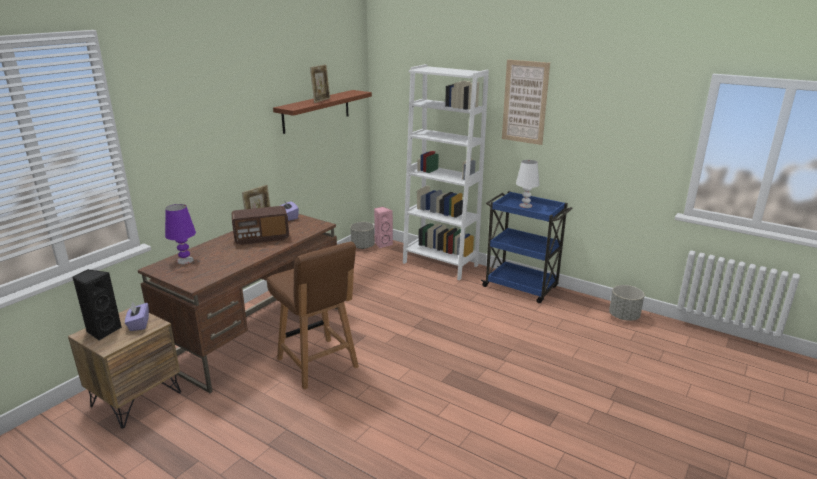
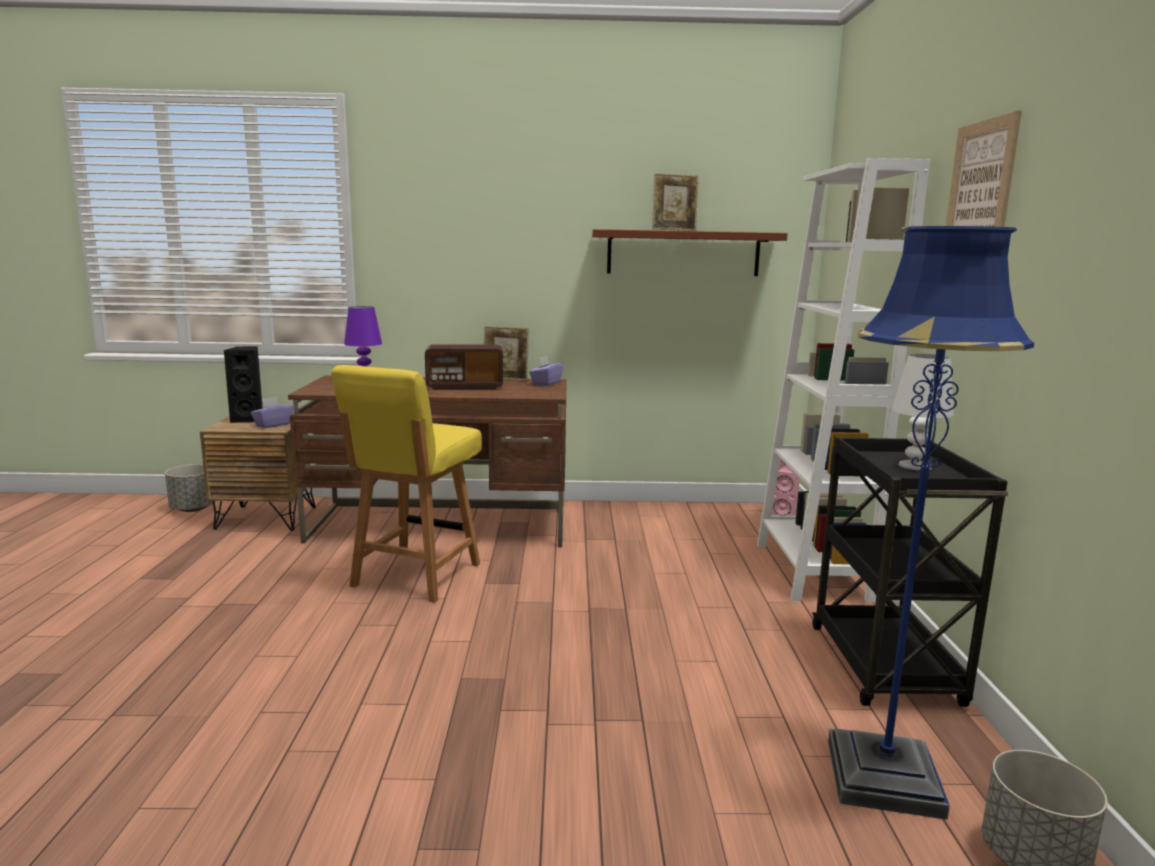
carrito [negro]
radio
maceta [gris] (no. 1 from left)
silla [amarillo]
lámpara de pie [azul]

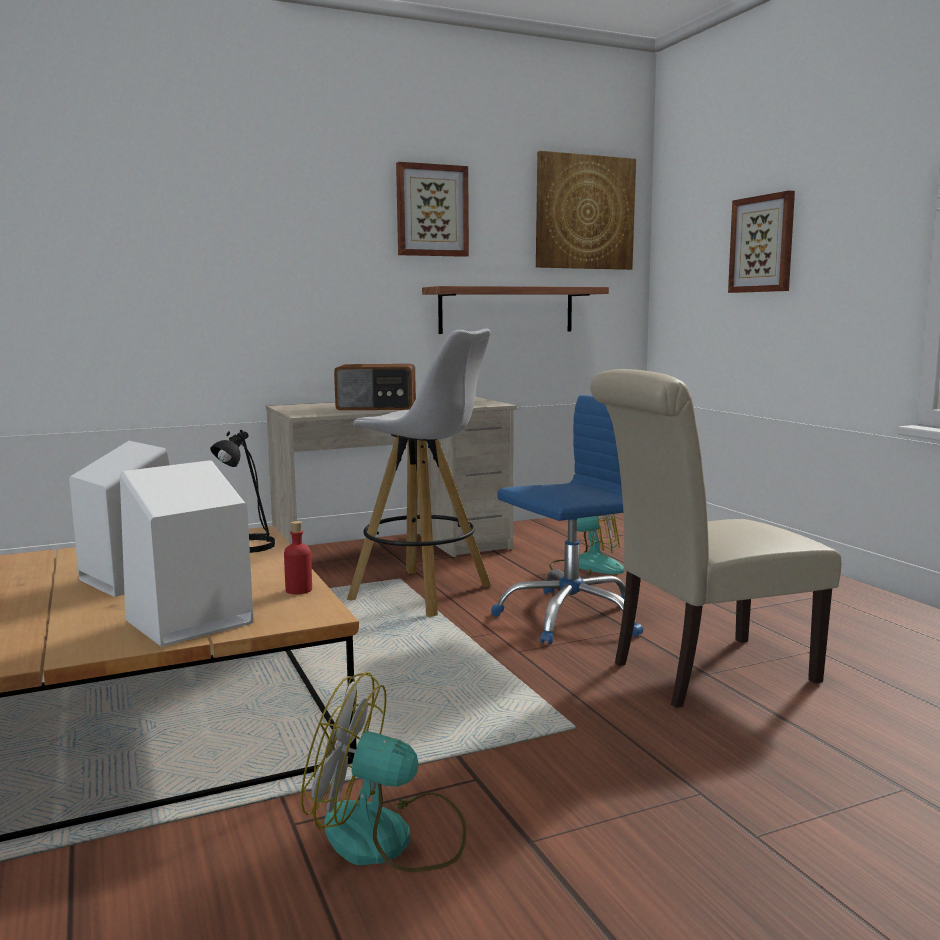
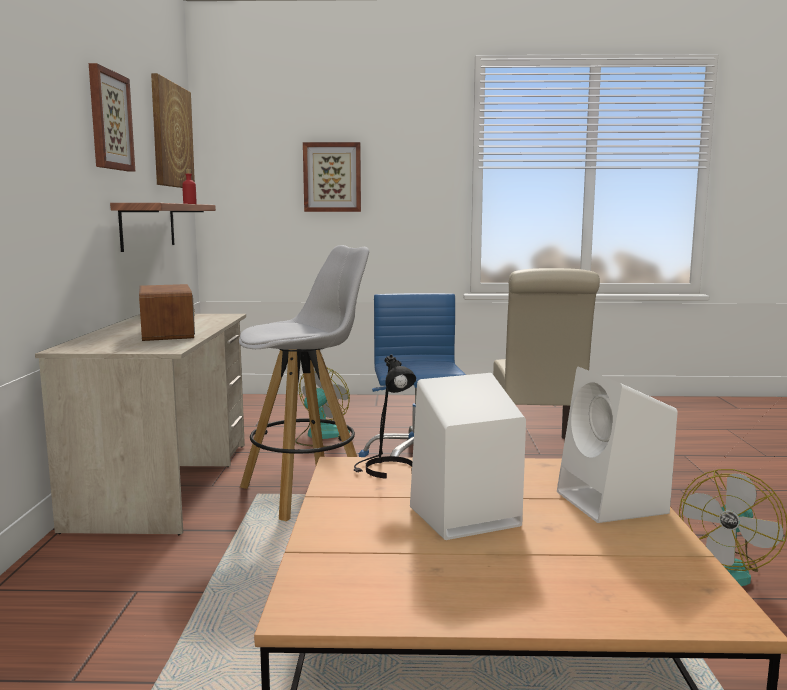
radio
botella [rojo]

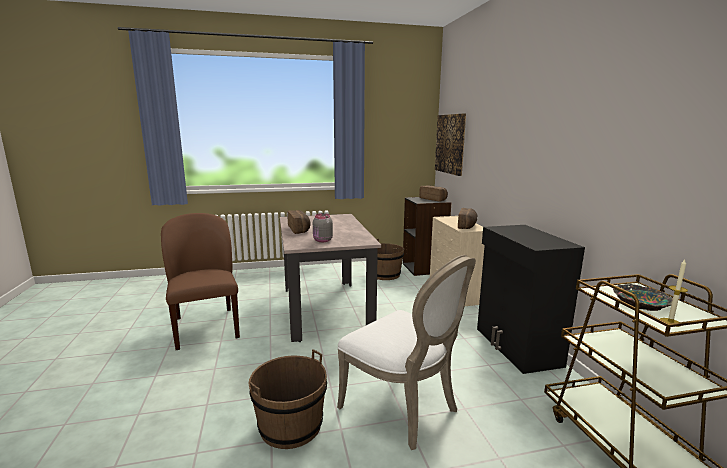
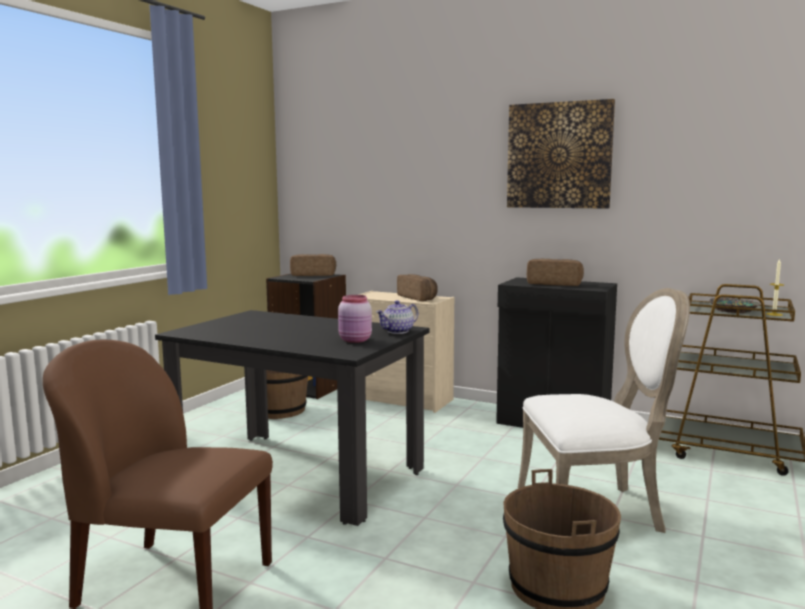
cuadro
pan (no. 3 from left)
tarro [rosa]
mesa de comedor [negro]
tetera

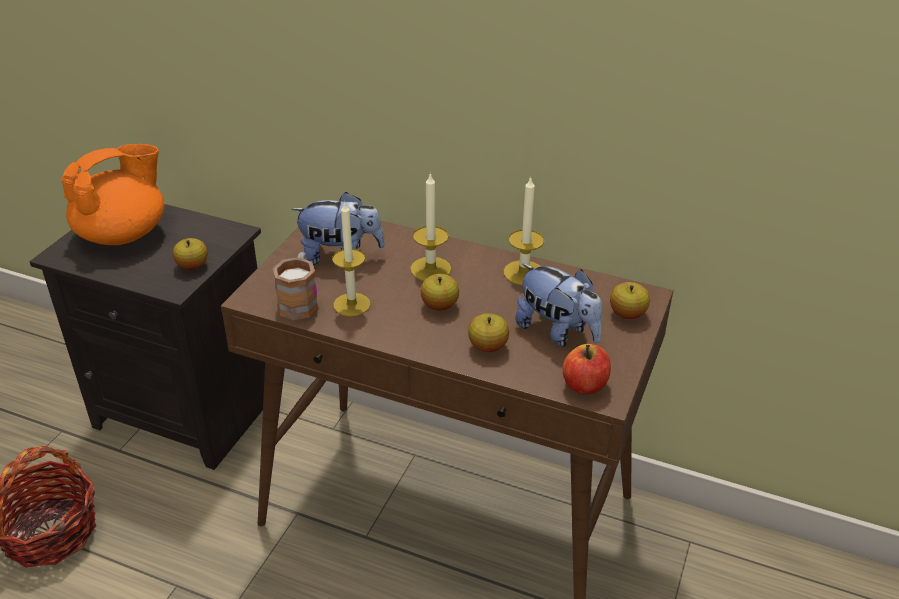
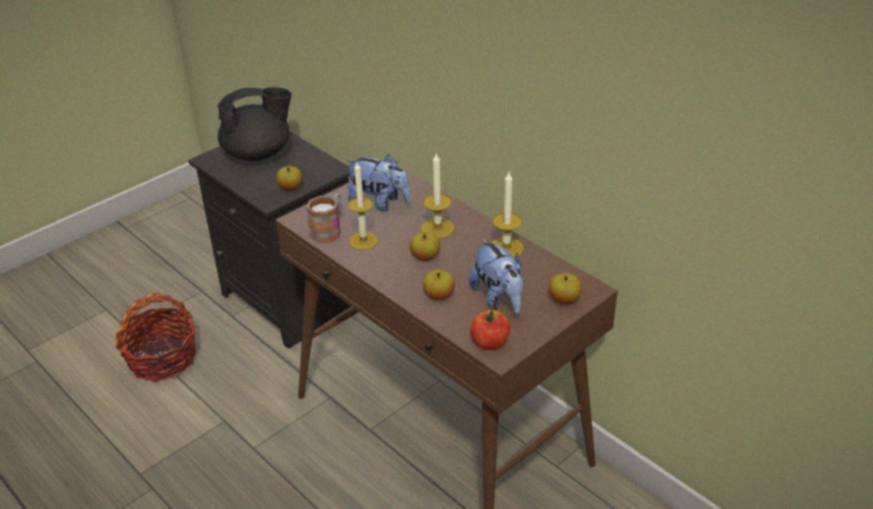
tetera [negro]

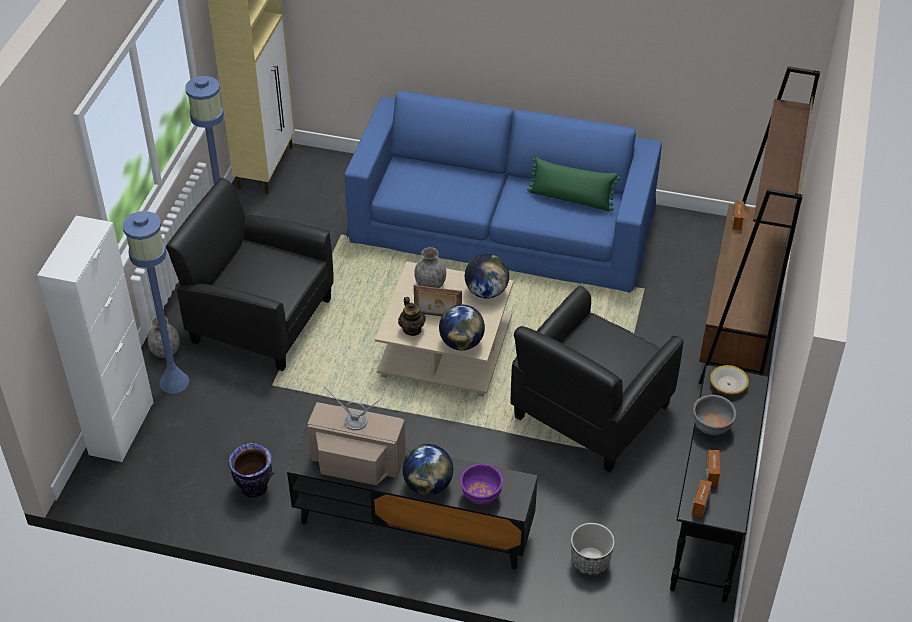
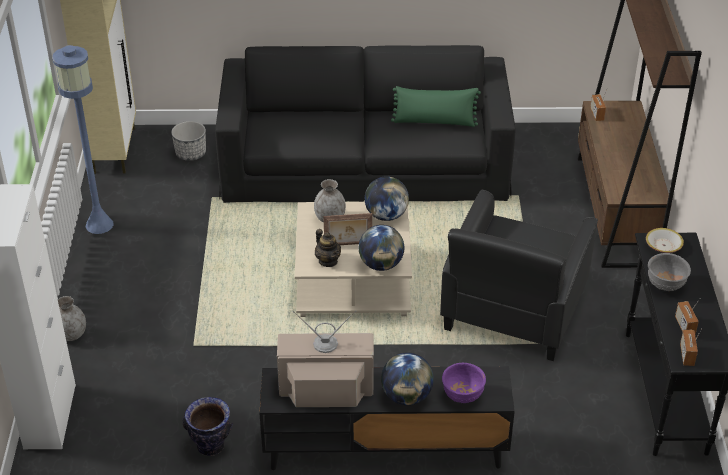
sofá [negro]
sillón [negro] (no. 1 from left in the first image)
lámpara de pie [azul] (no. 1 from left in the first image)
maceta

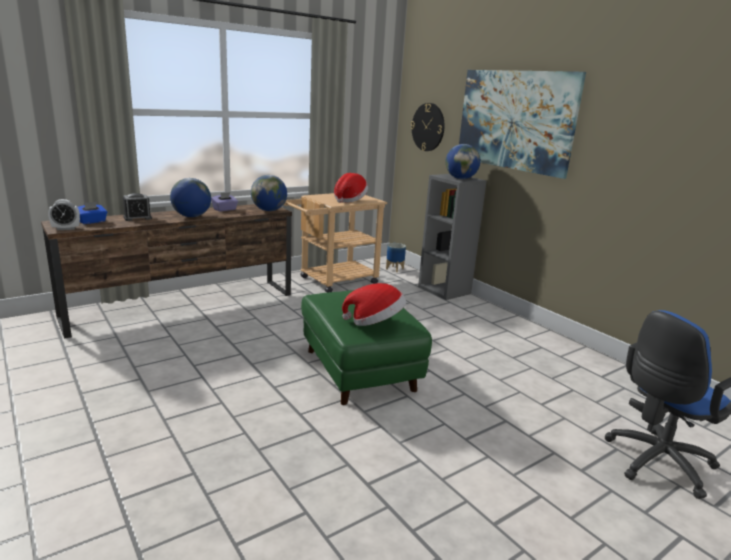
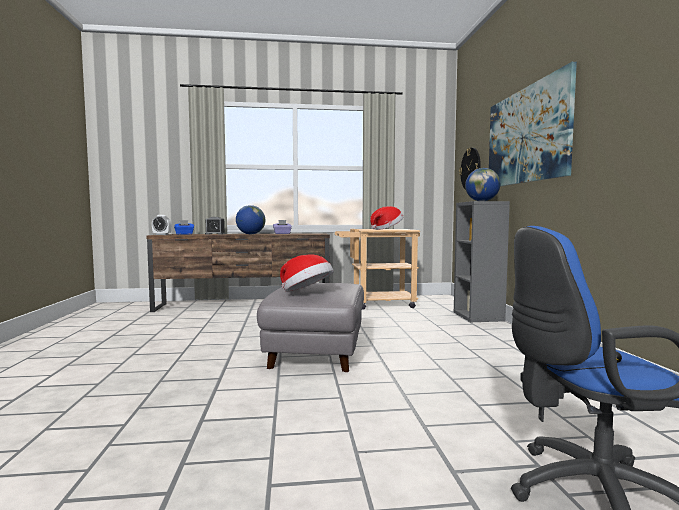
globo terráqueo (no. 2 from left in the first image)
maceta
puf [gris]

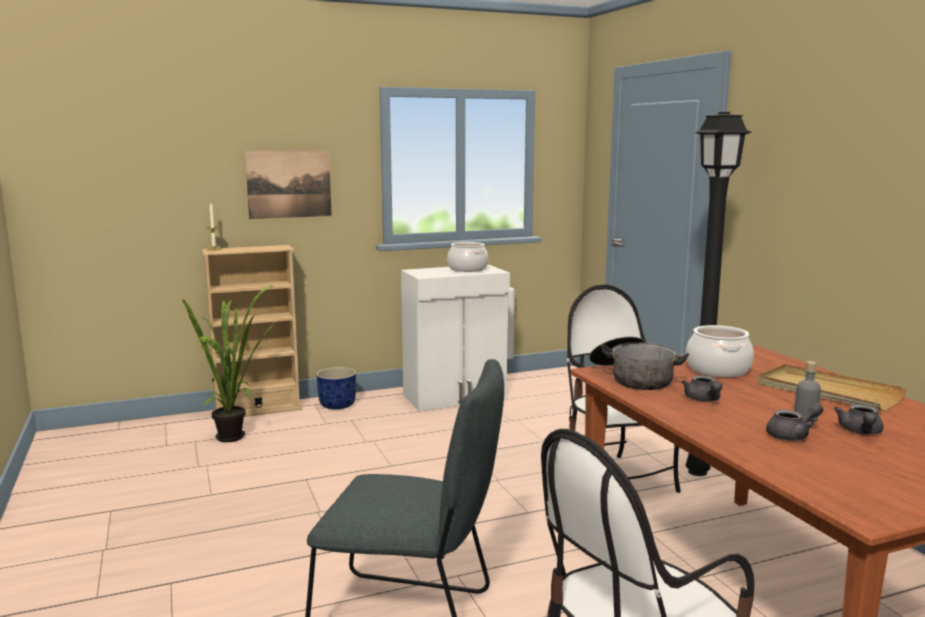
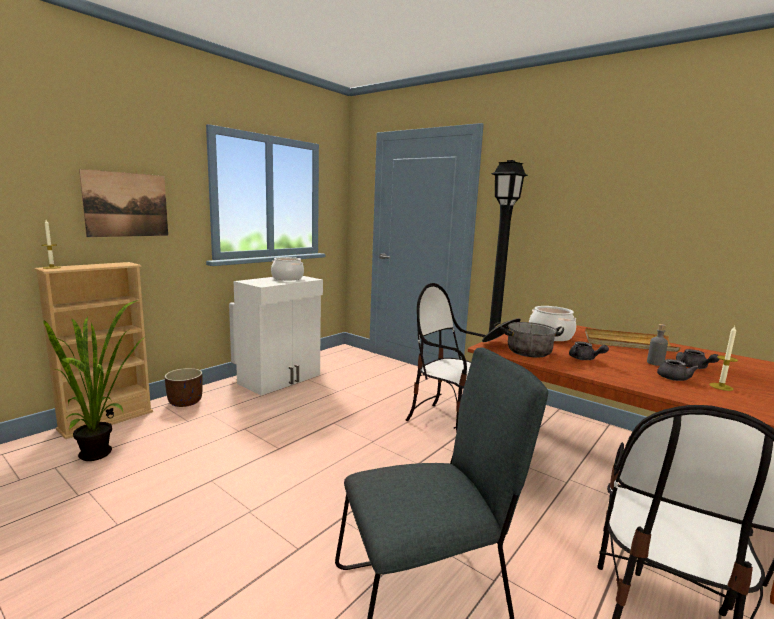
maceta [marrón]
vela (no. 2 from left)

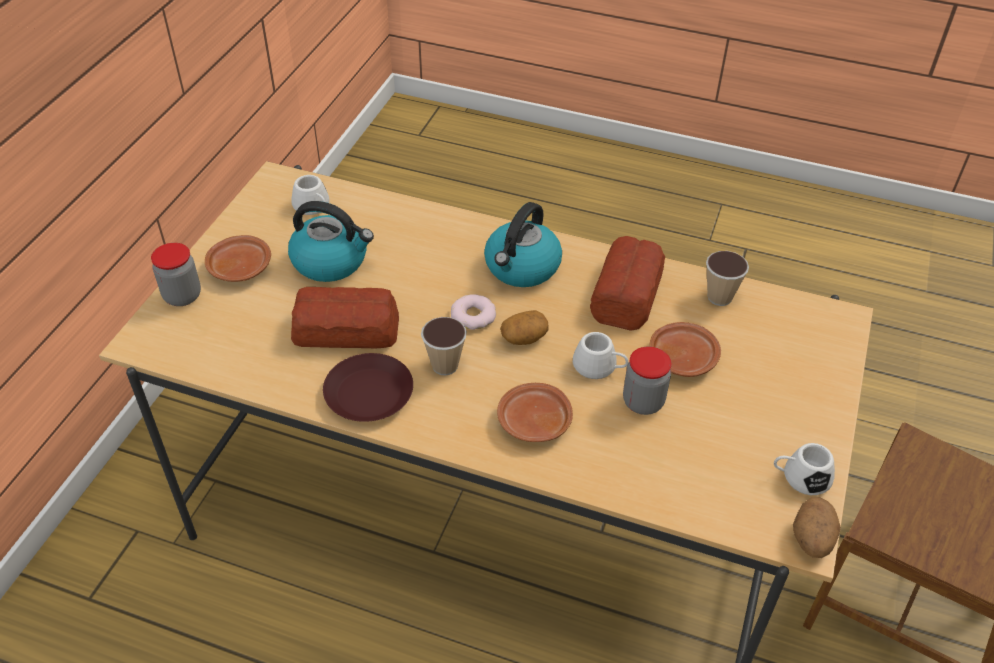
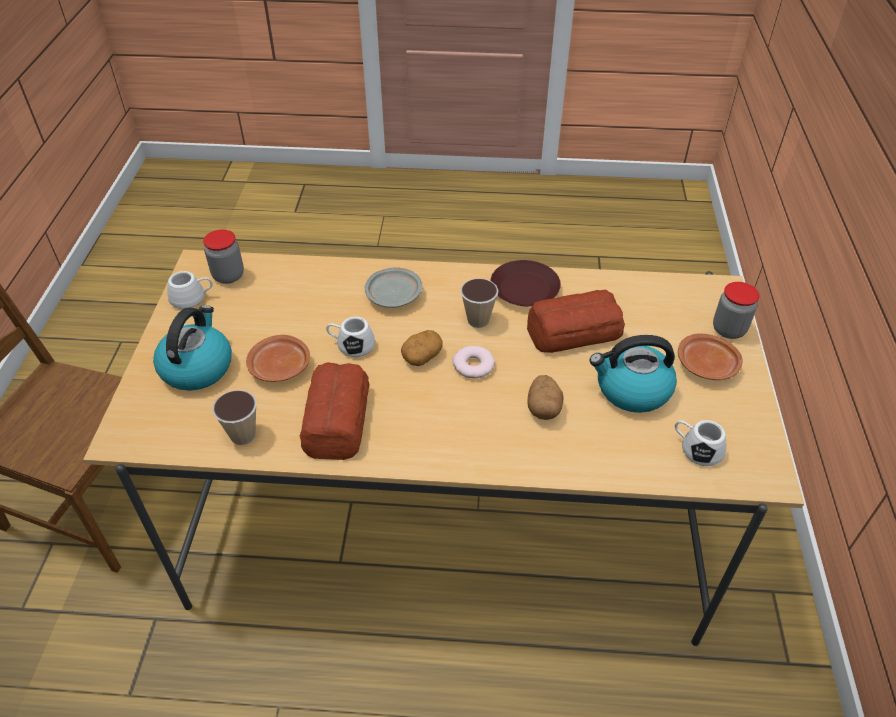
hervidor (no. 1 from left)
tarro (no. 1 from left)
plato [gris]
patata (no. 2 from left)

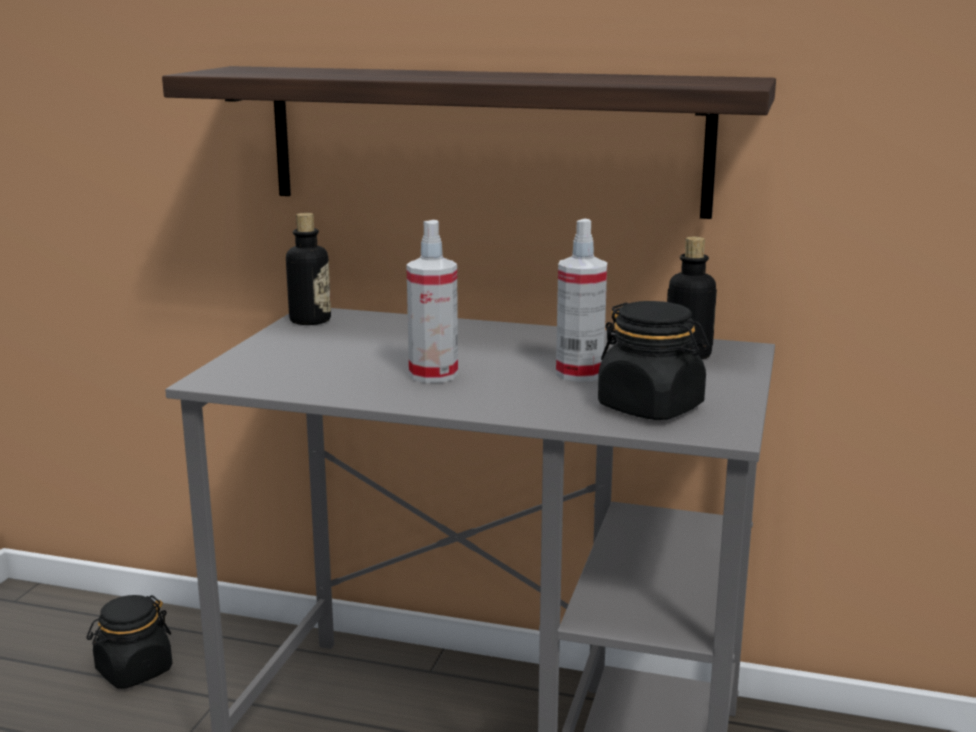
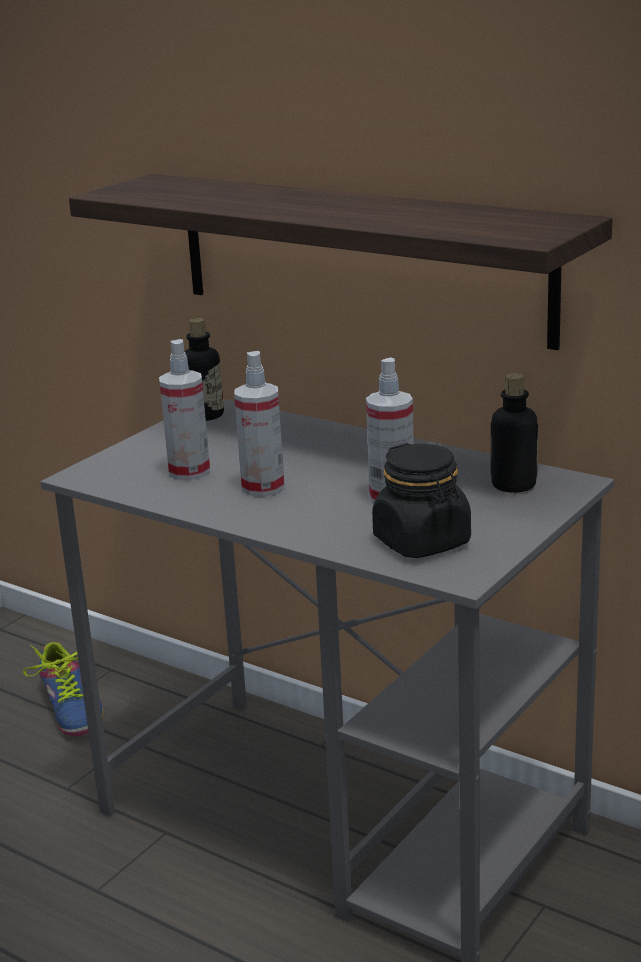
zapato
pulverizador (no. 1 from left)

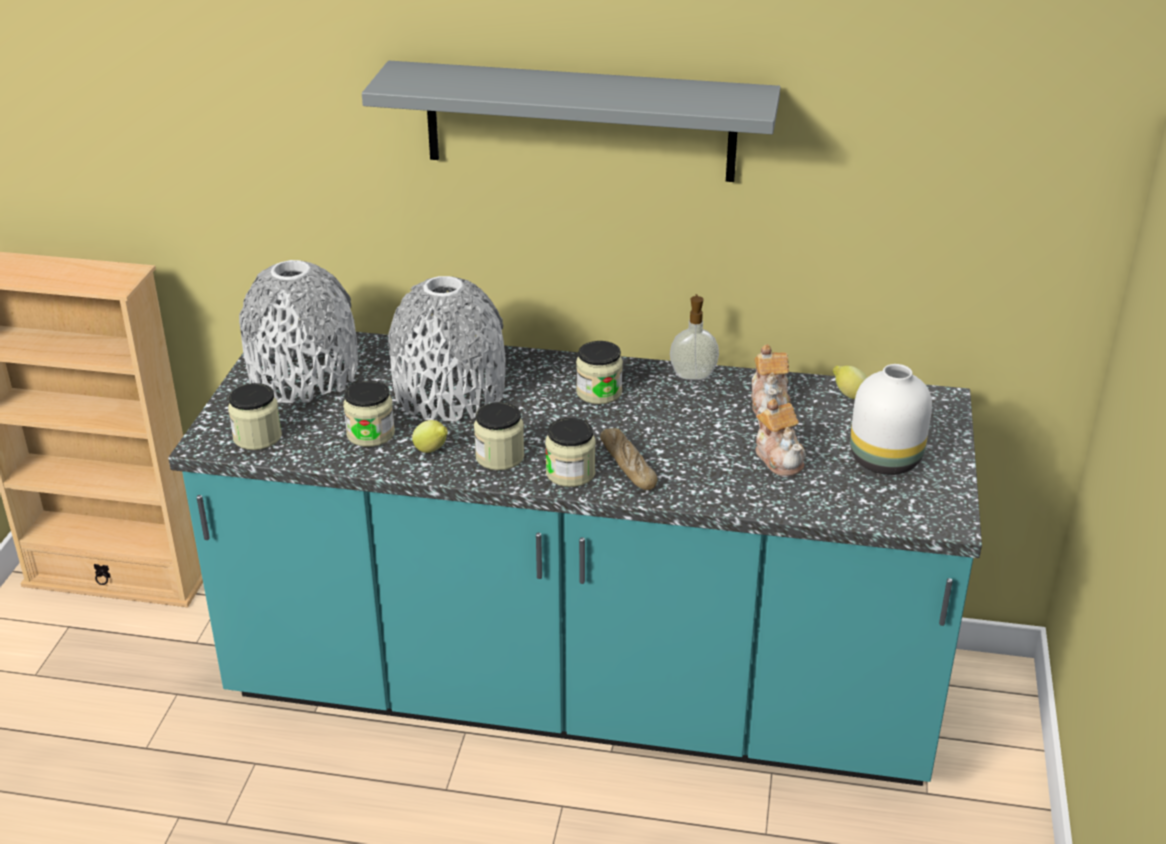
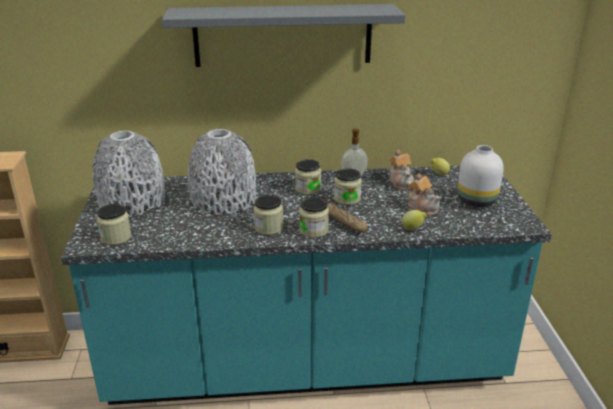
tarro (no. 5 from left)
limón (no. 1 from left)

